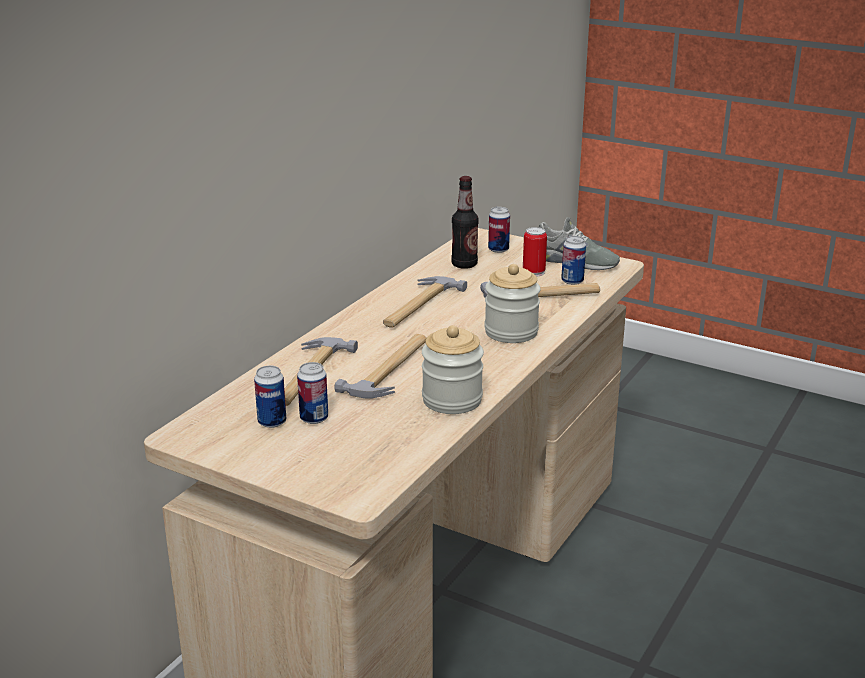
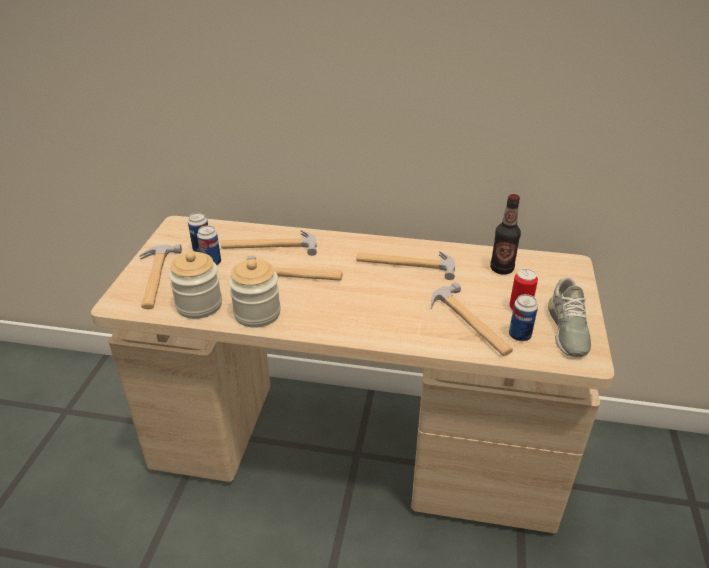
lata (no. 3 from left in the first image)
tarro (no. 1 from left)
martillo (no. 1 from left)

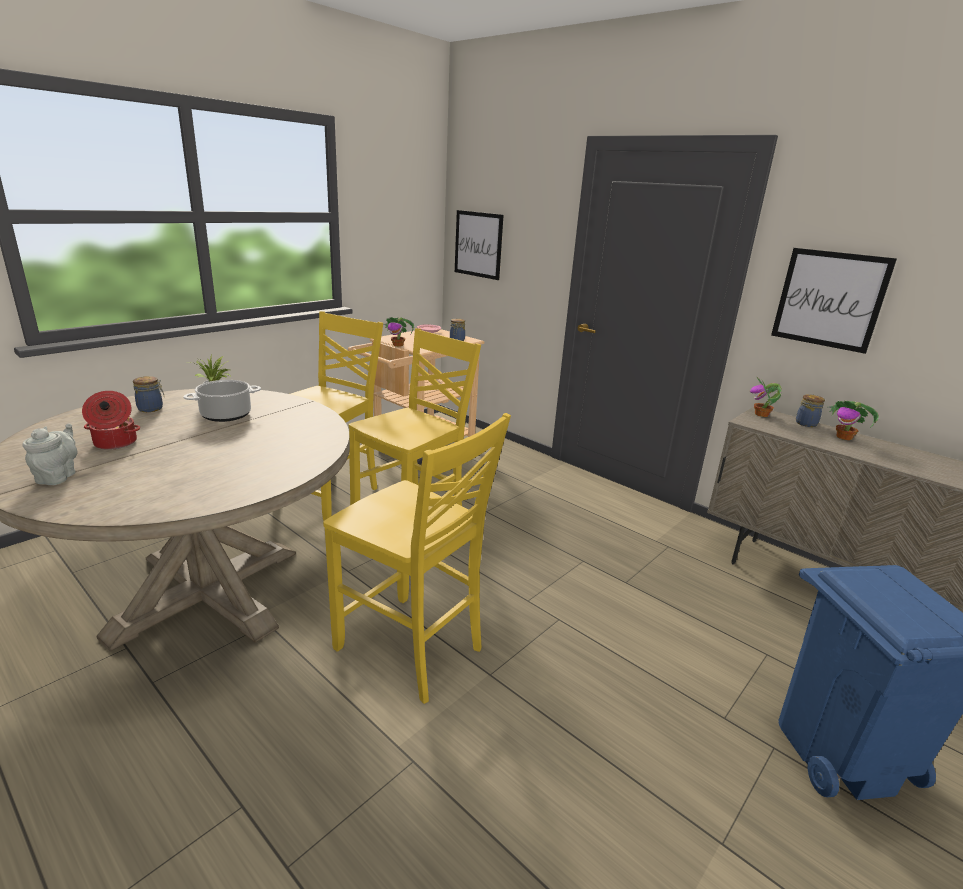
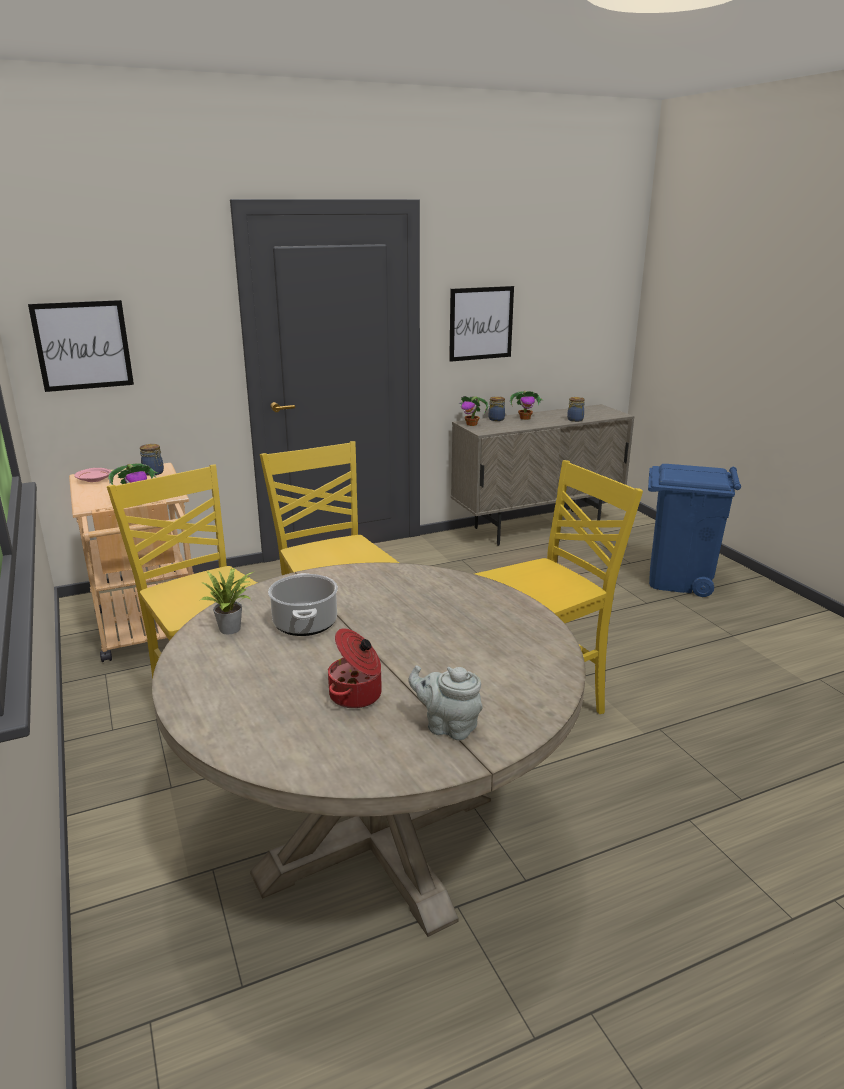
tarro (no. 3 from left)

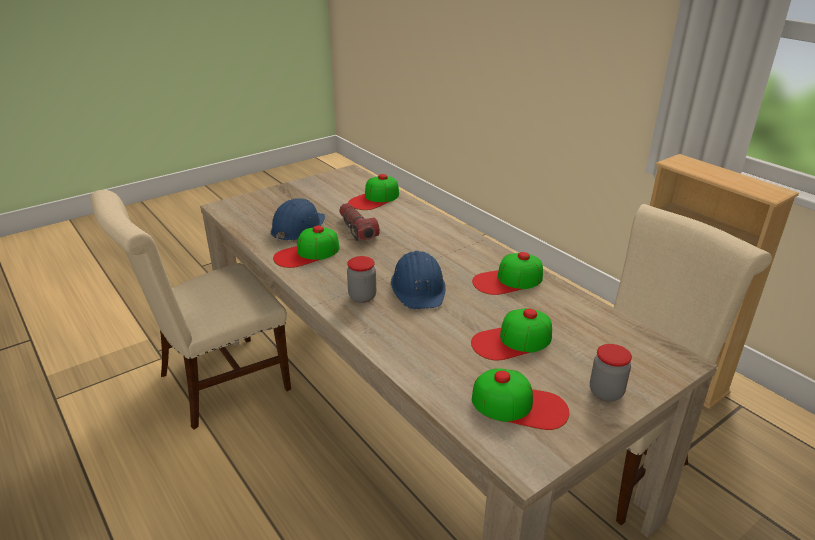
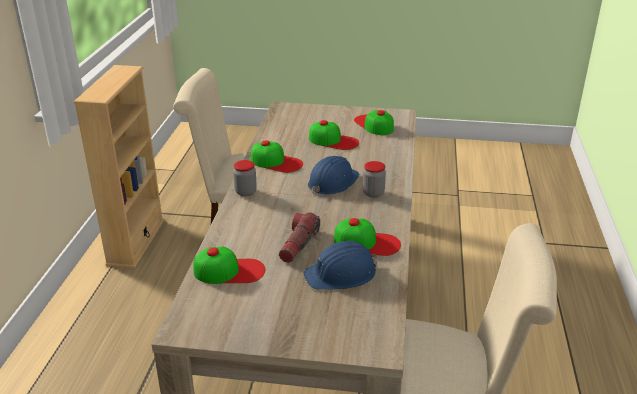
tarro (no. 1 from left)

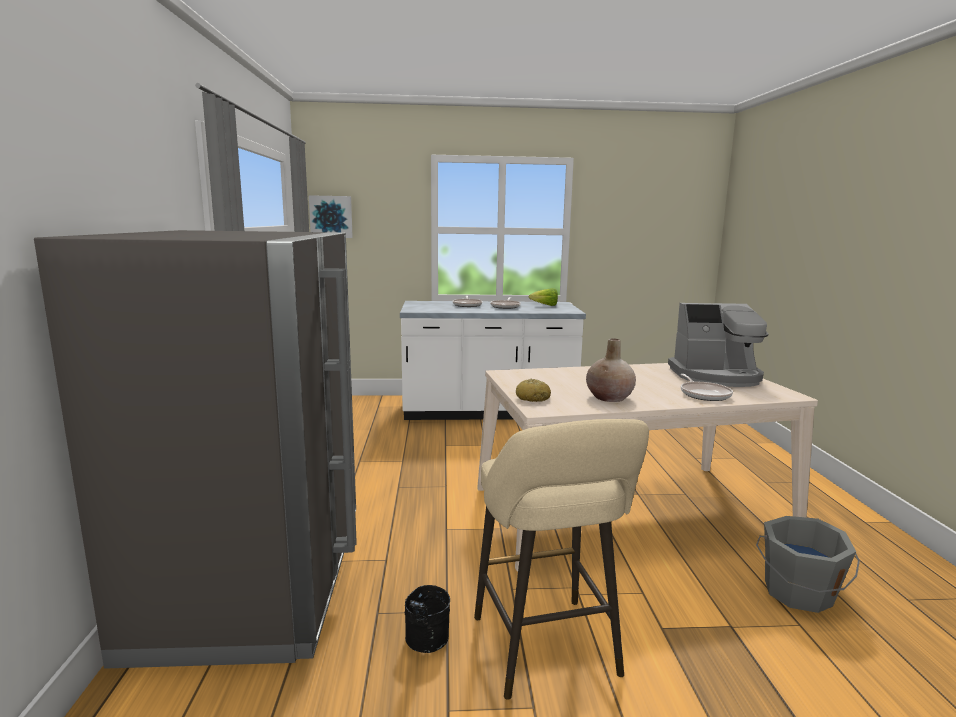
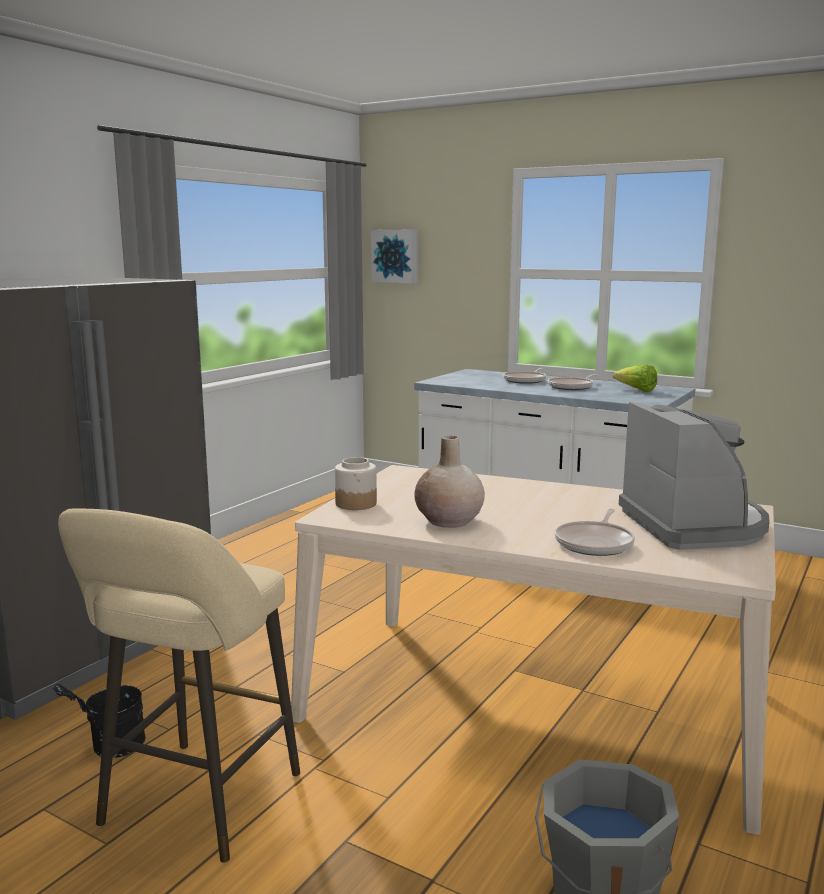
cafetera
tarro

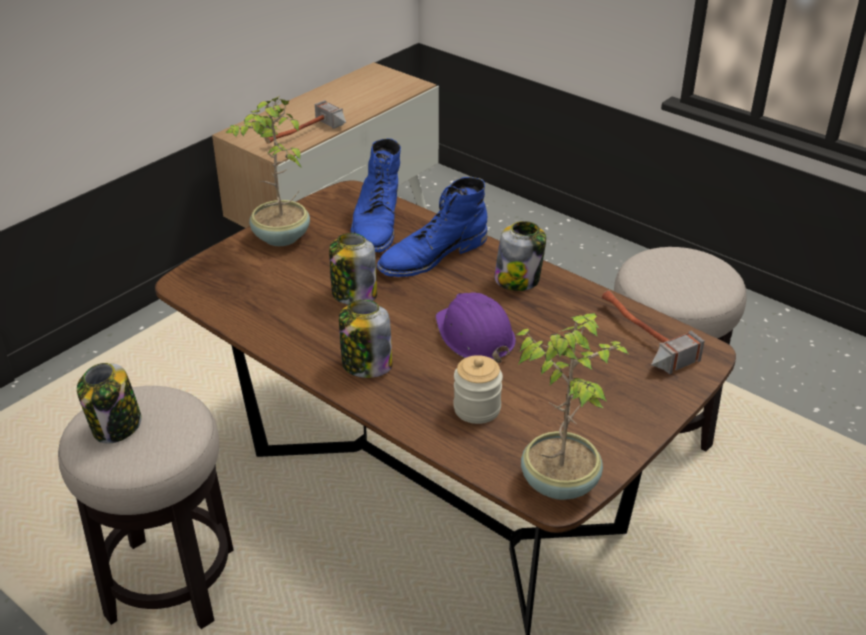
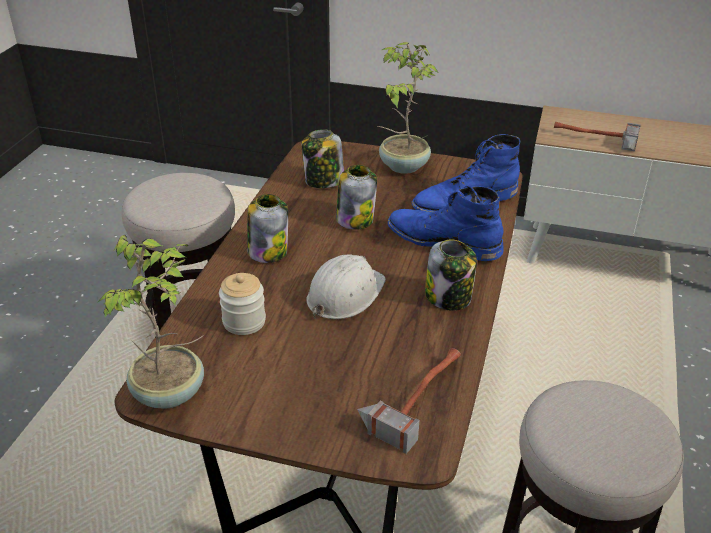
casco [blanco]
tarro (no. 3 from left)

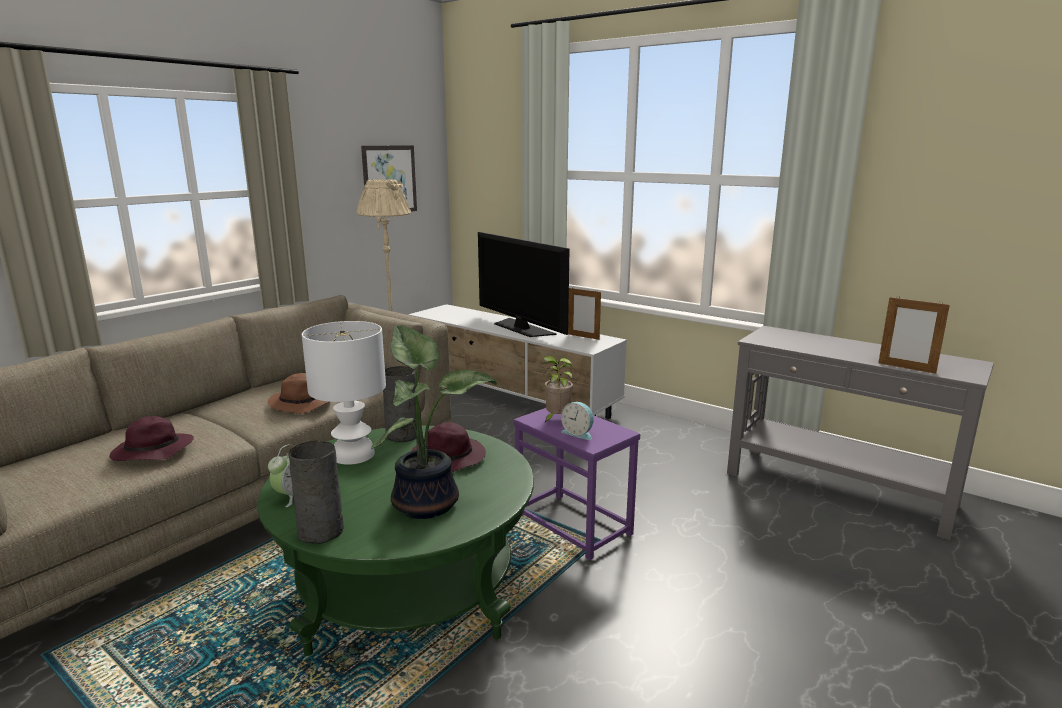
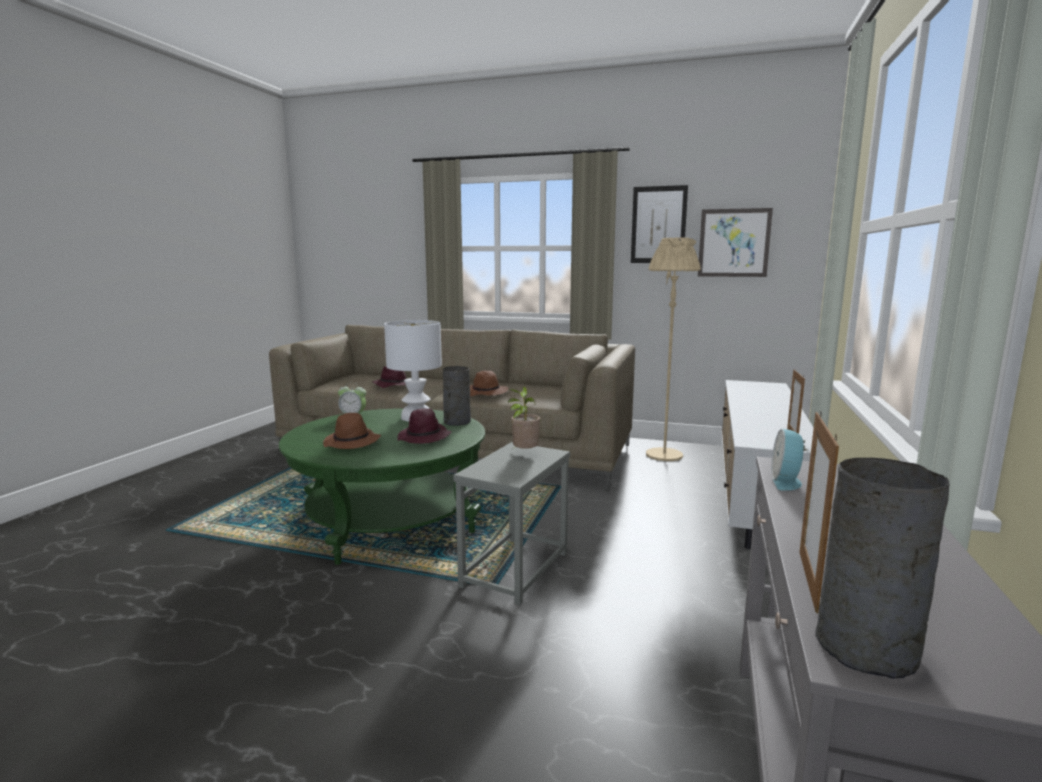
televisor
sombrero [marrón] (no. 1 from left)
despertador (no. 2 from left)
mesa auxiliar [gris]
florero [gris] (no. 2 from left)
cuadro (no. 1 from left)

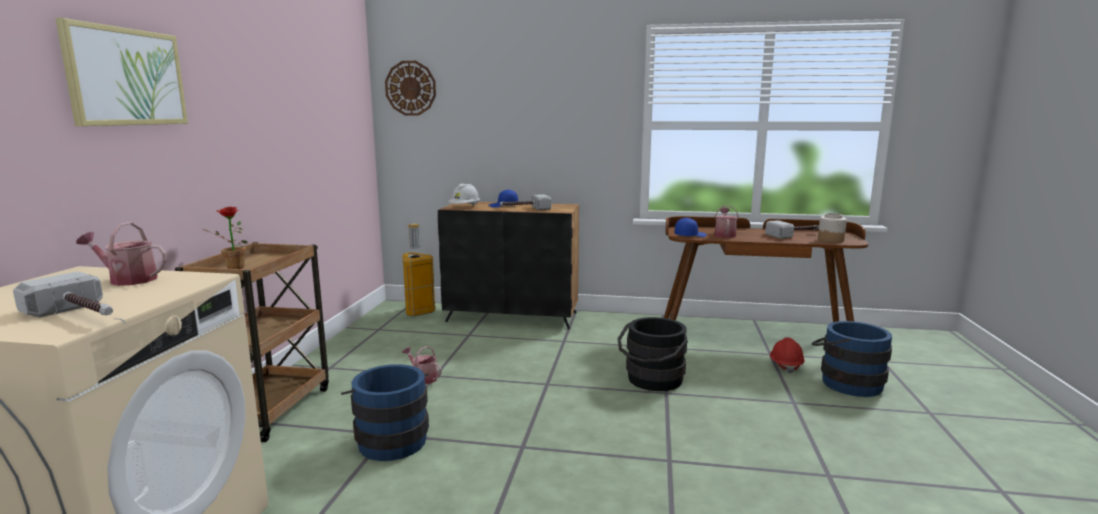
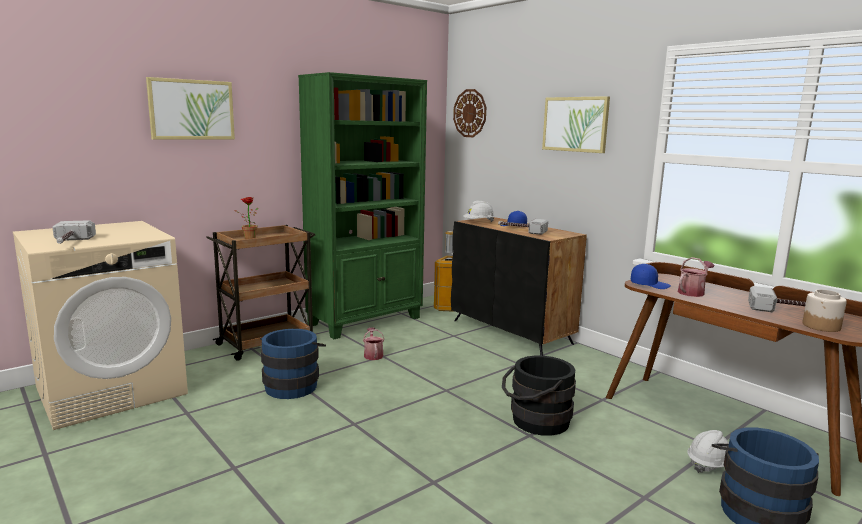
regadera (no. 1 from left in the first image)
casco [blanco] (no. 2 from left)
estantería [verde]
cuadro (no. 2 from left)

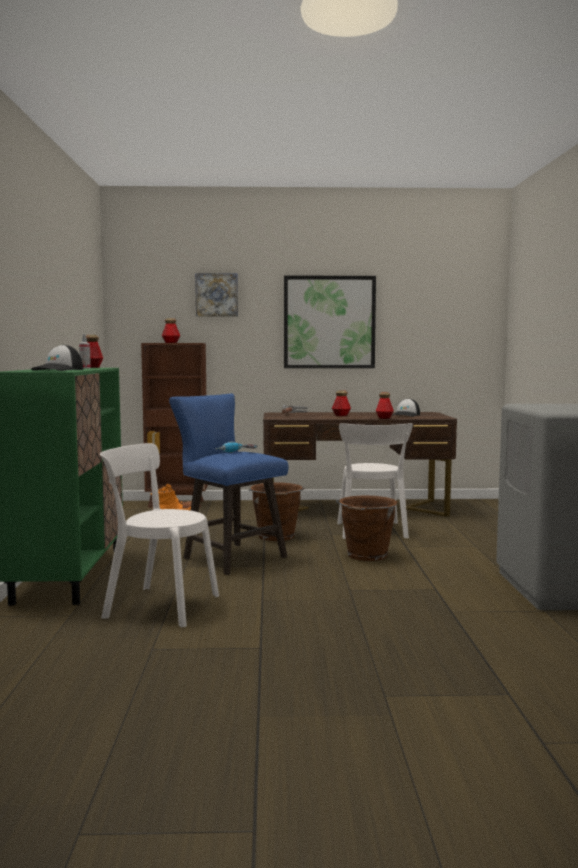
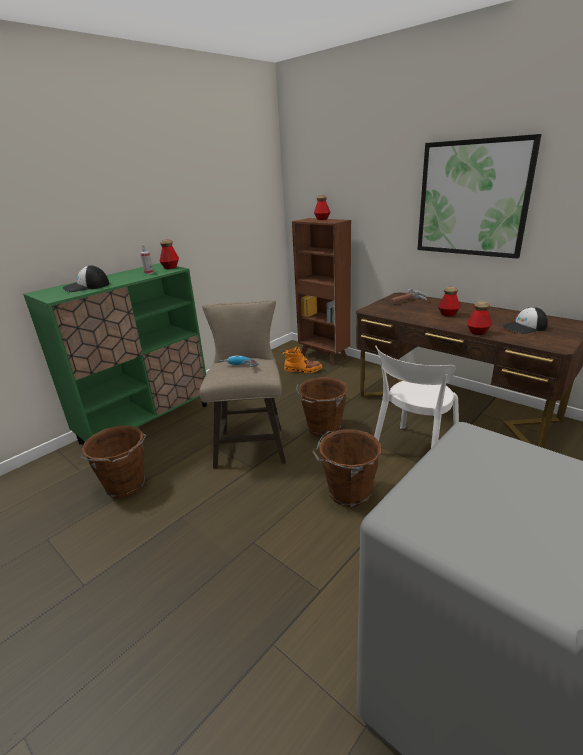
cuadro (no. 1 from left in the first image)
taburete [beis]
cubo [marrón] (no. 1 from left)

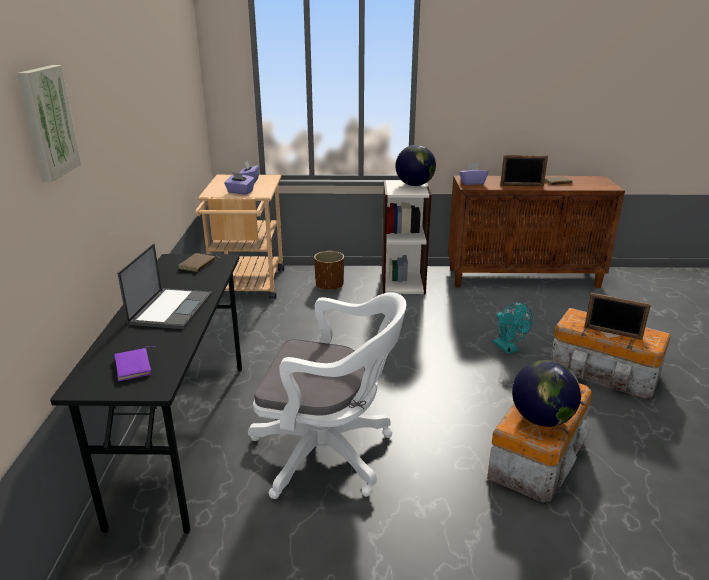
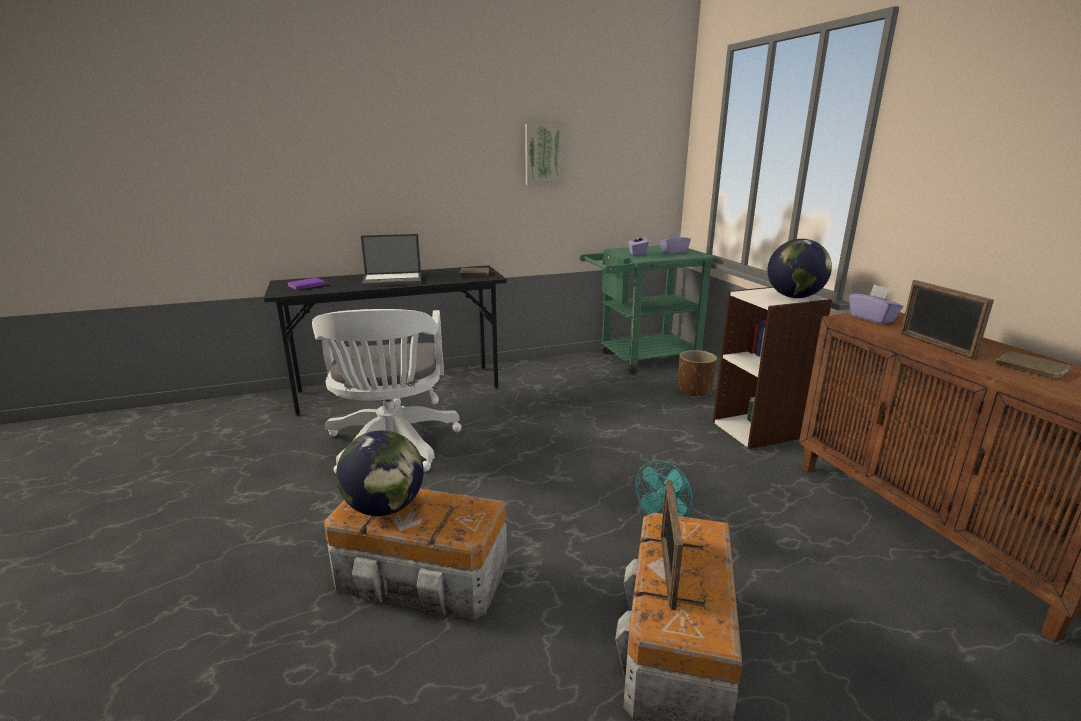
cuadro
carrito [verde]

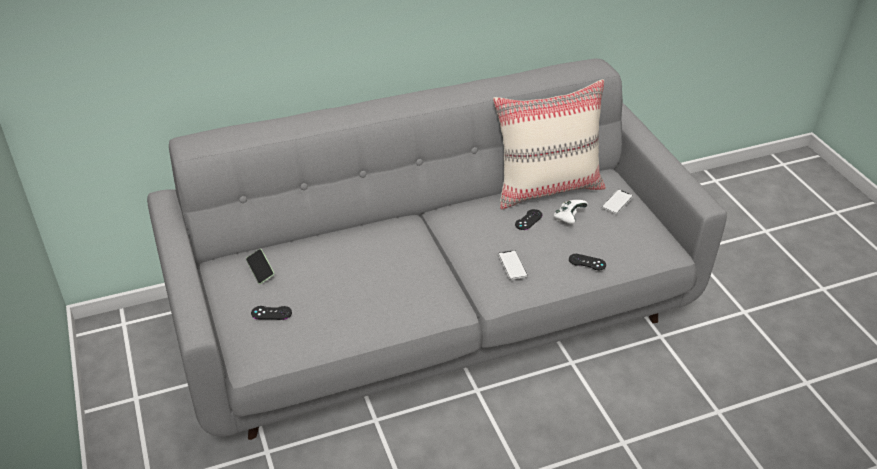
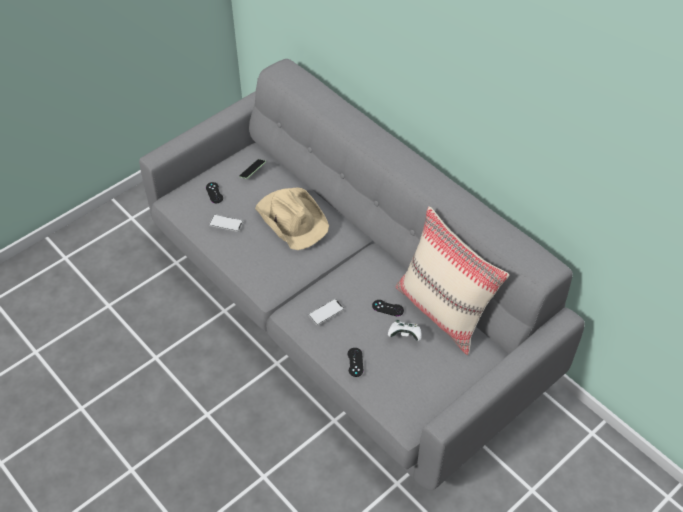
móvil (no. 1 from left)
sombrero [beis]

